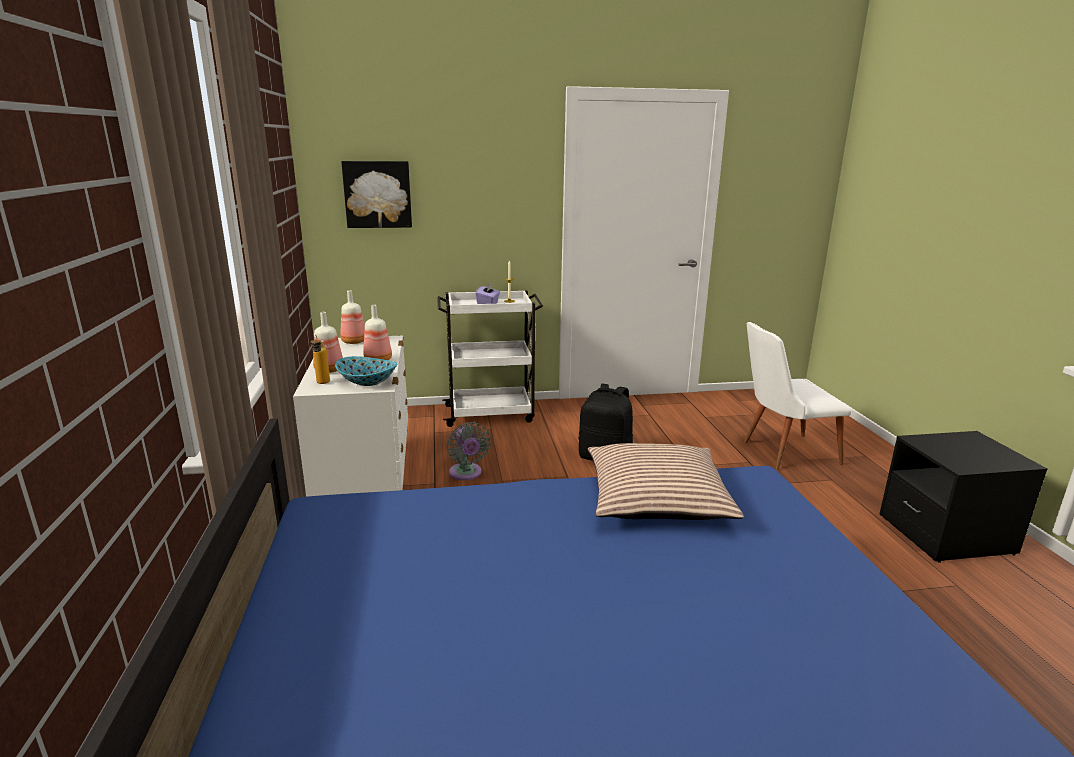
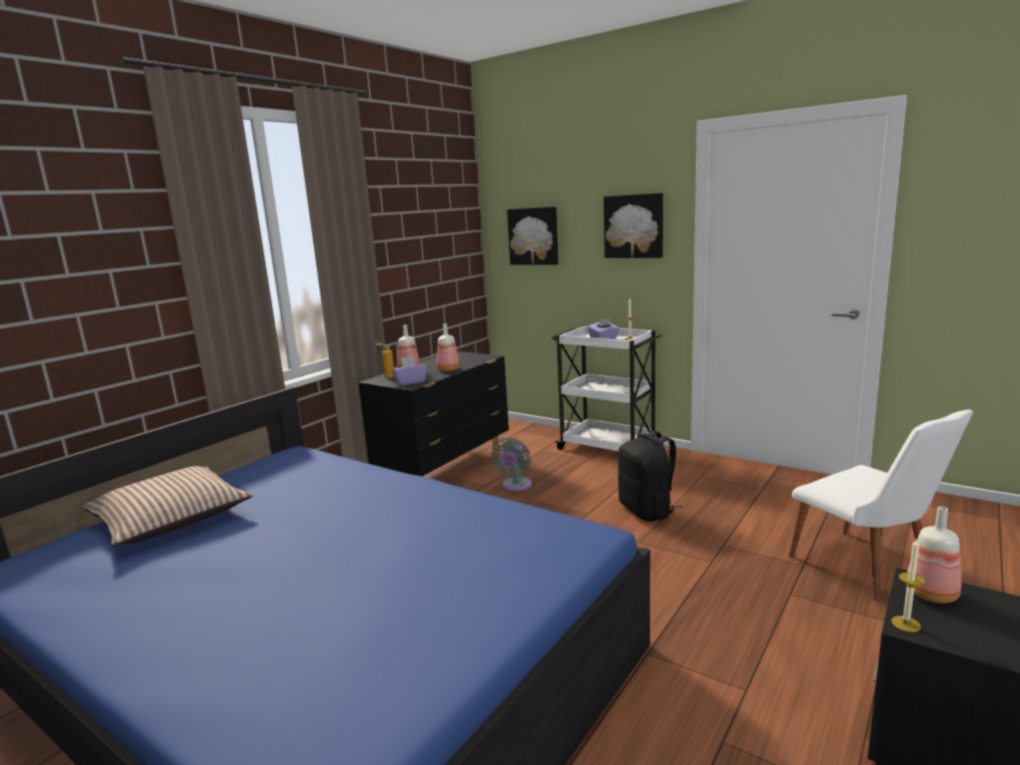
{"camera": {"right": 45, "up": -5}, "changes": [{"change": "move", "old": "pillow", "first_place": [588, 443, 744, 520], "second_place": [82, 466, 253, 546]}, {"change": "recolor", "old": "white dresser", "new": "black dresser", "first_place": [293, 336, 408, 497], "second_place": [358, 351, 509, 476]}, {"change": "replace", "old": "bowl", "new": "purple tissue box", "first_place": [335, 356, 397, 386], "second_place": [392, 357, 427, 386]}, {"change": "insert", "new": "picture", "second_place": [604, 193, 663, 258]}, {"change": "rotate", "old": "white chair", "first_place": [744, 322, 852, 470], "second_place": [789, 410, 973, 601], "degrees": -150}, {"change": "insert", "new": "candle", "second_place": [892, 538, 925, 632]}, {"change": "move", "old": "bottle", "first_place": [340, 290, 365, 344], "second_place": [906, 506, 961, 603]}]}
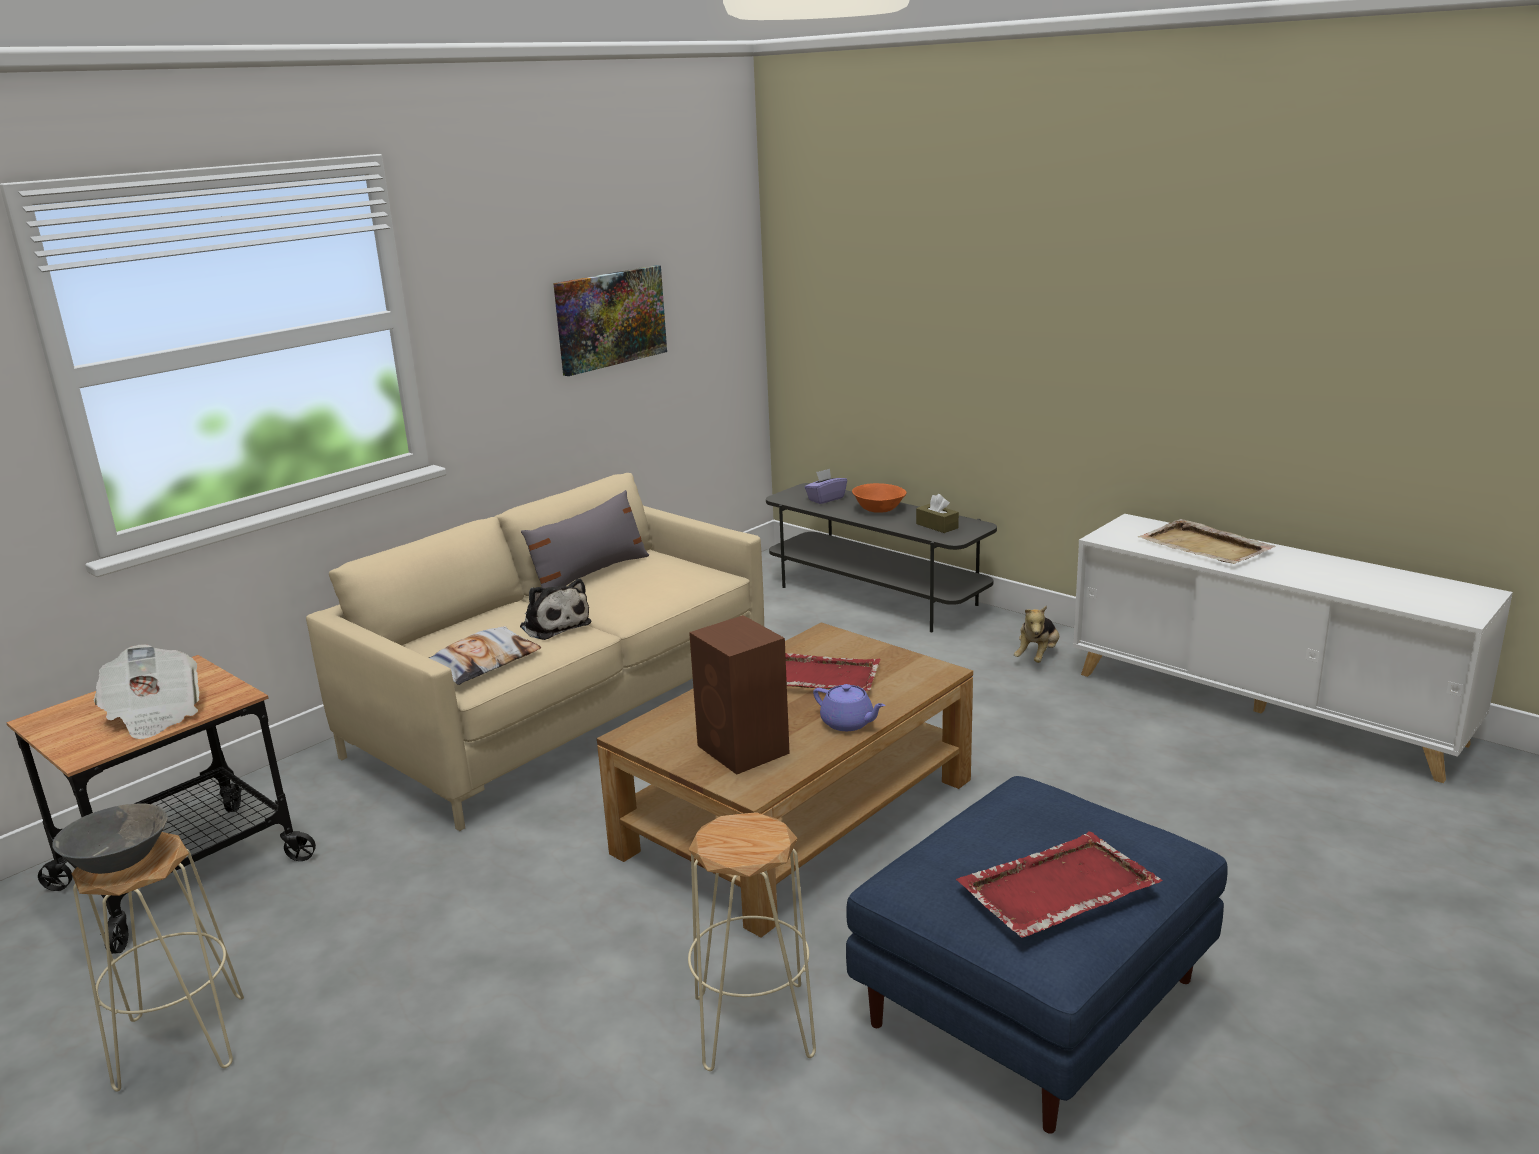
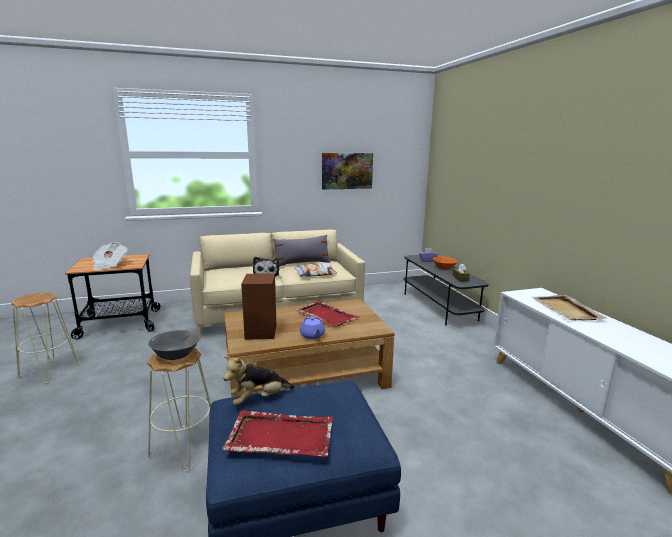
{"camera": {"right": 30, "up": -5}, "changes": [{"change": "move", "old": "grey bowl", "first_place": [52, 803, 168, 874], "second_place": [148, 330, 200, 360]}, {"change": "move", "old": "plush toy", "first_place": [1014, 606, 1059, 663], "second_place": [223, 356, 295, 405]}, {"change": "move", "old": "pillow", "first_place": [429, 626, 541, 685], "second_place": [295, 263, 337, 277]}]}
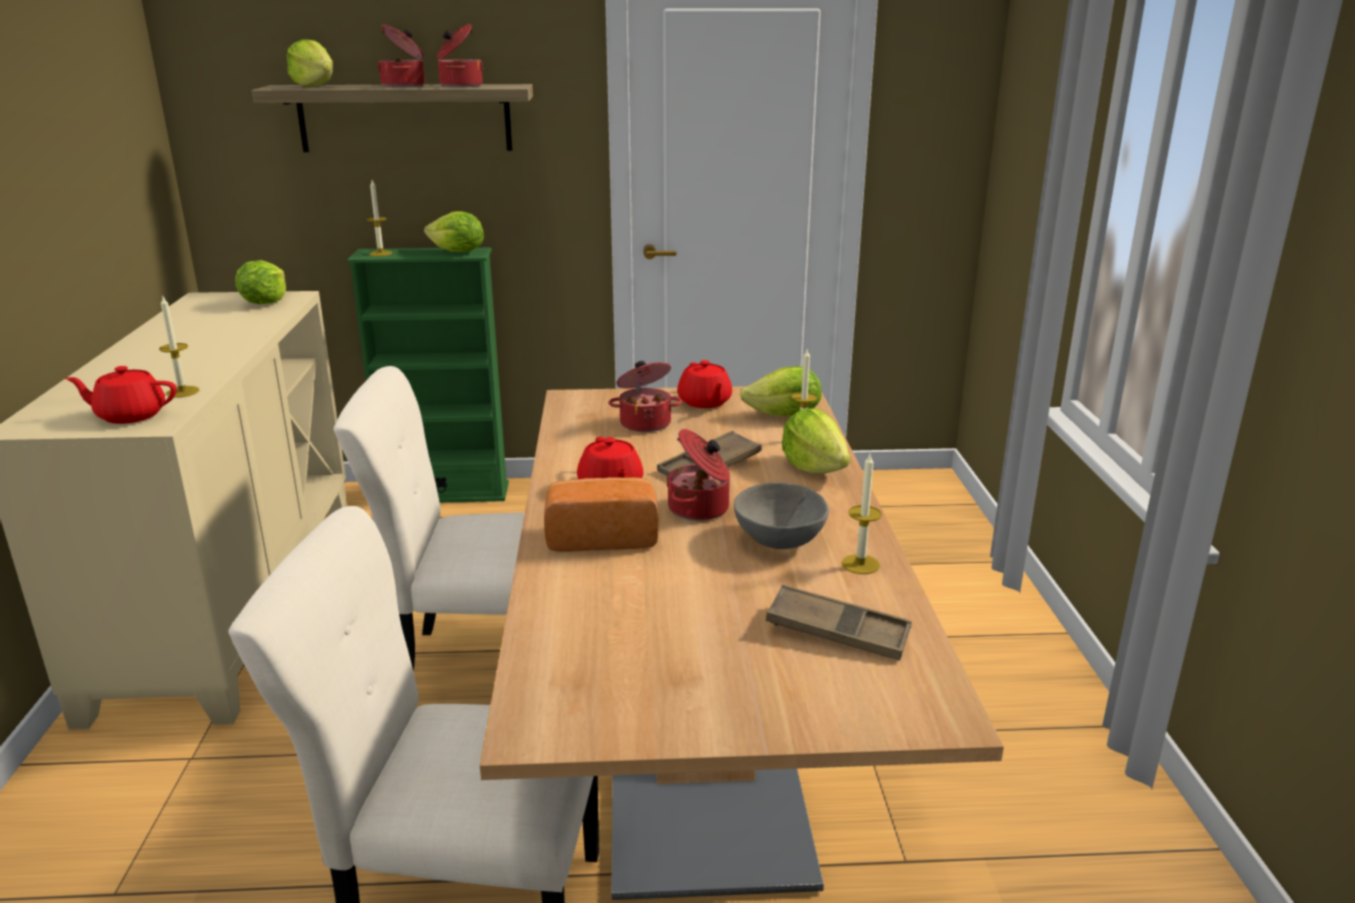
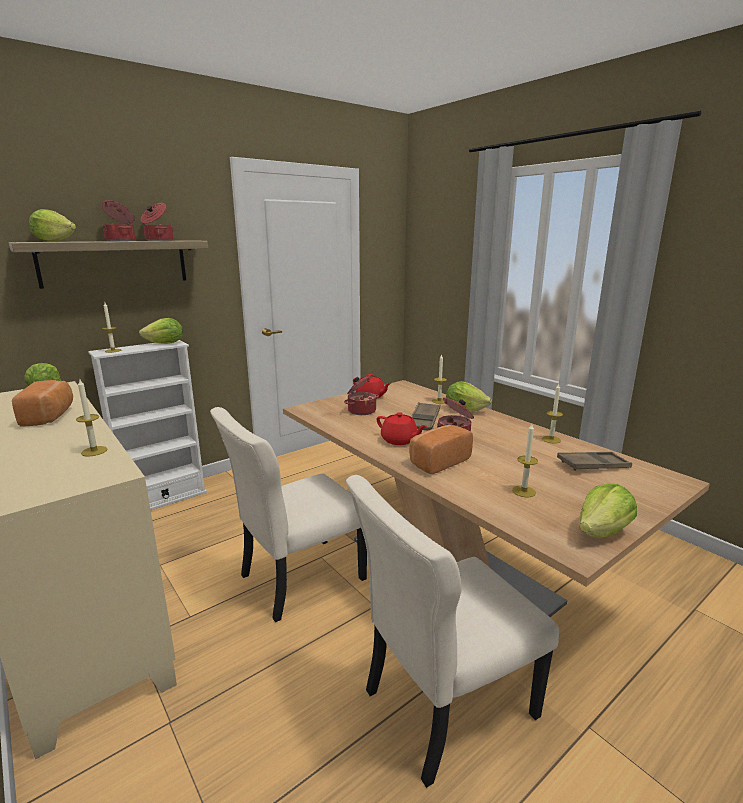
{"camera": {"right": -35, "up": -5}, "changes": [{"change": "insert", "new": "bread", "second_place": [12, 380, 73, 426]}, {"change": "recolor", "old": "green bookcase", "new": "white bookcase", "first_place": [347, 247, 509, 503], "second_place": [88, 340, 207, 510]}, {"change": "insert", "new": "candle", "second_place": [512, 424, 538, 497]}, {"change": "move", "old": "lettuce", "first_place": [740, 366, 822, 417], "second_place": [579, 484, 637, 538]}, {"change": "delete", "old": "red teapot", "first_place": [65, 366, 177, 424]}, {"change": "delete", "old": "grey bowl", "first_place": [734, 482, 829, 549]}]}
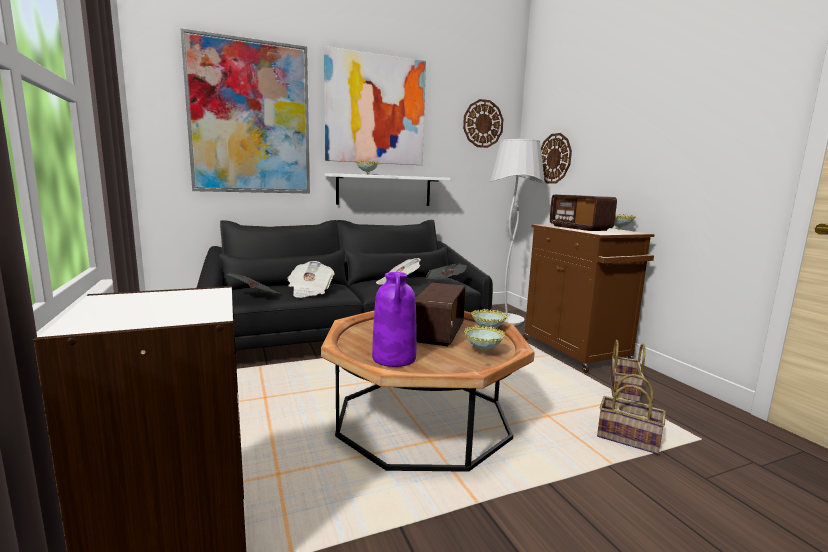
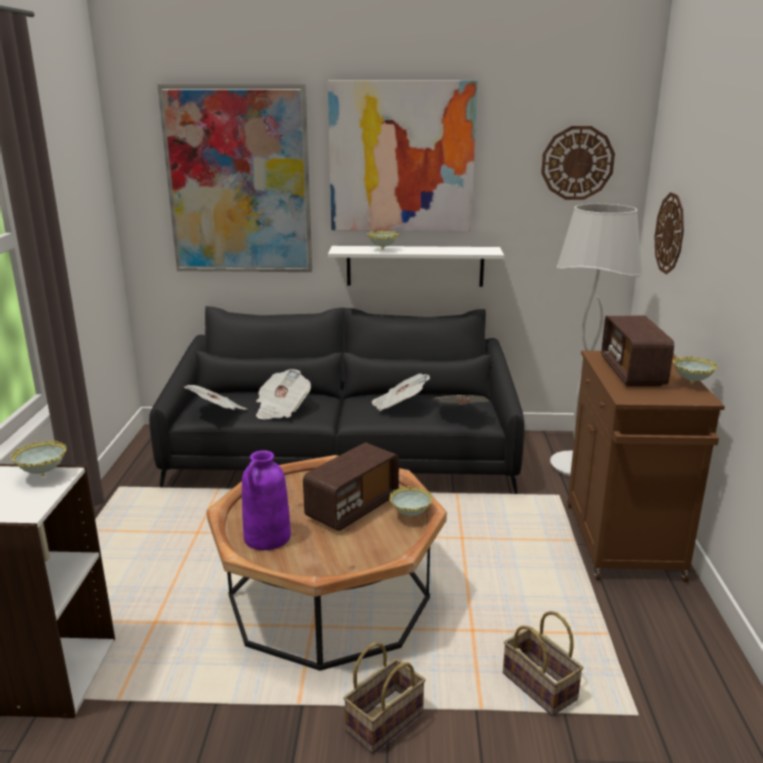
{"camera": {"right": 25, "up": 10}, "changes": [{"change": "move", "old": "bowl", "first_place": [464, 325, 505, 353], "second_place": [11, 440, 67, 476]}, {"change": "move", "old": "basket", "first_place": [610, 340, 645, 402], "second_place": [343, 642, 425, 754]}]}
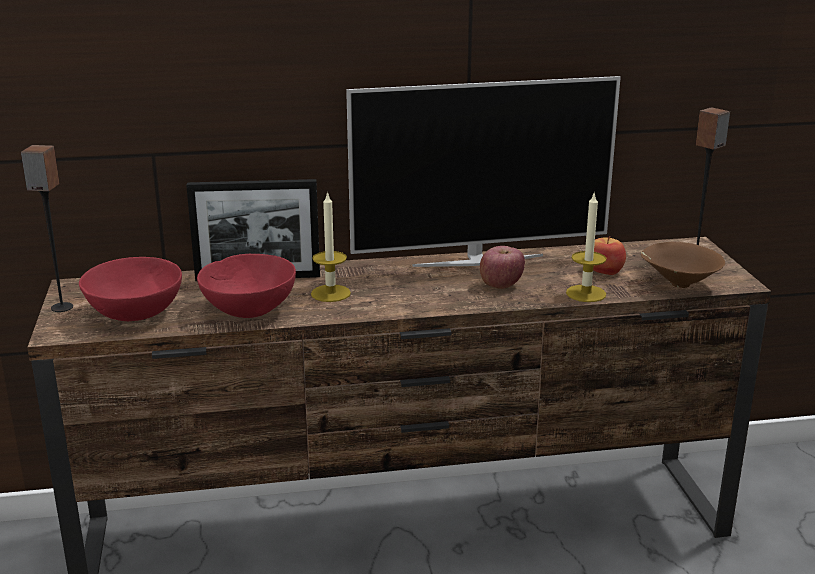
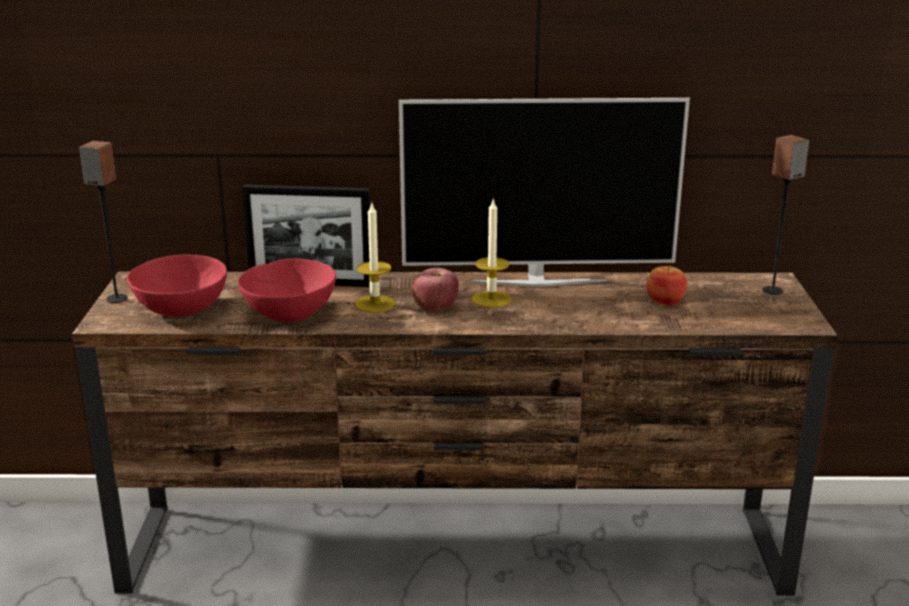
{"camera": {"right": 10, "up": 0}, "changes": [{"change": "move", "old": "apple", "first_place": [480, 246, 525, 289], "second_place": [412, 268, 459, 312]}, {"change": "move", "old": "candle", "first_place": [566, 194, 606, 302], "second_place": [472, 198, 511, 308]}, {"change": "delete", "old": "brown bowl", "first_place": [641, 242, 725, 288]}]}
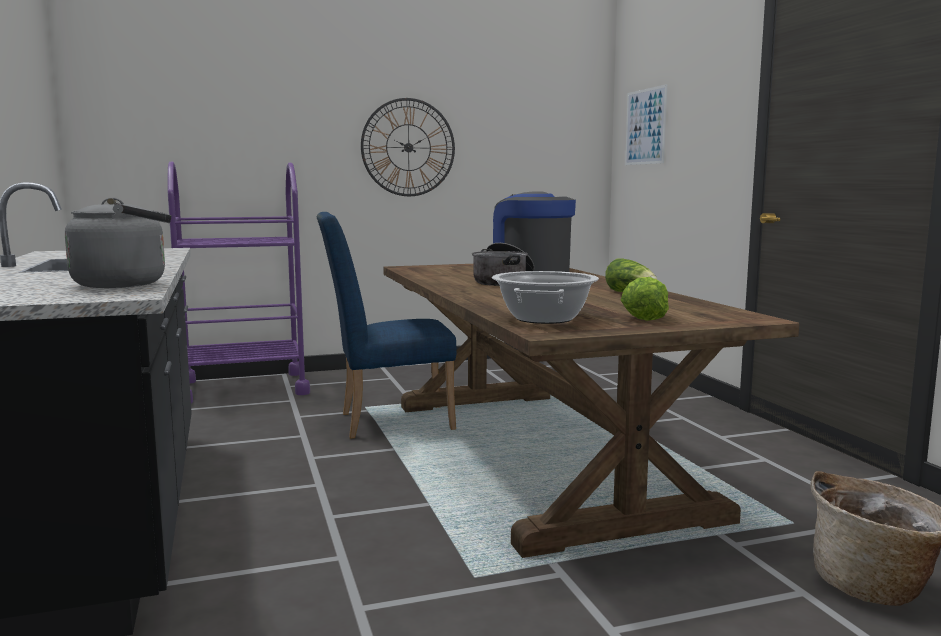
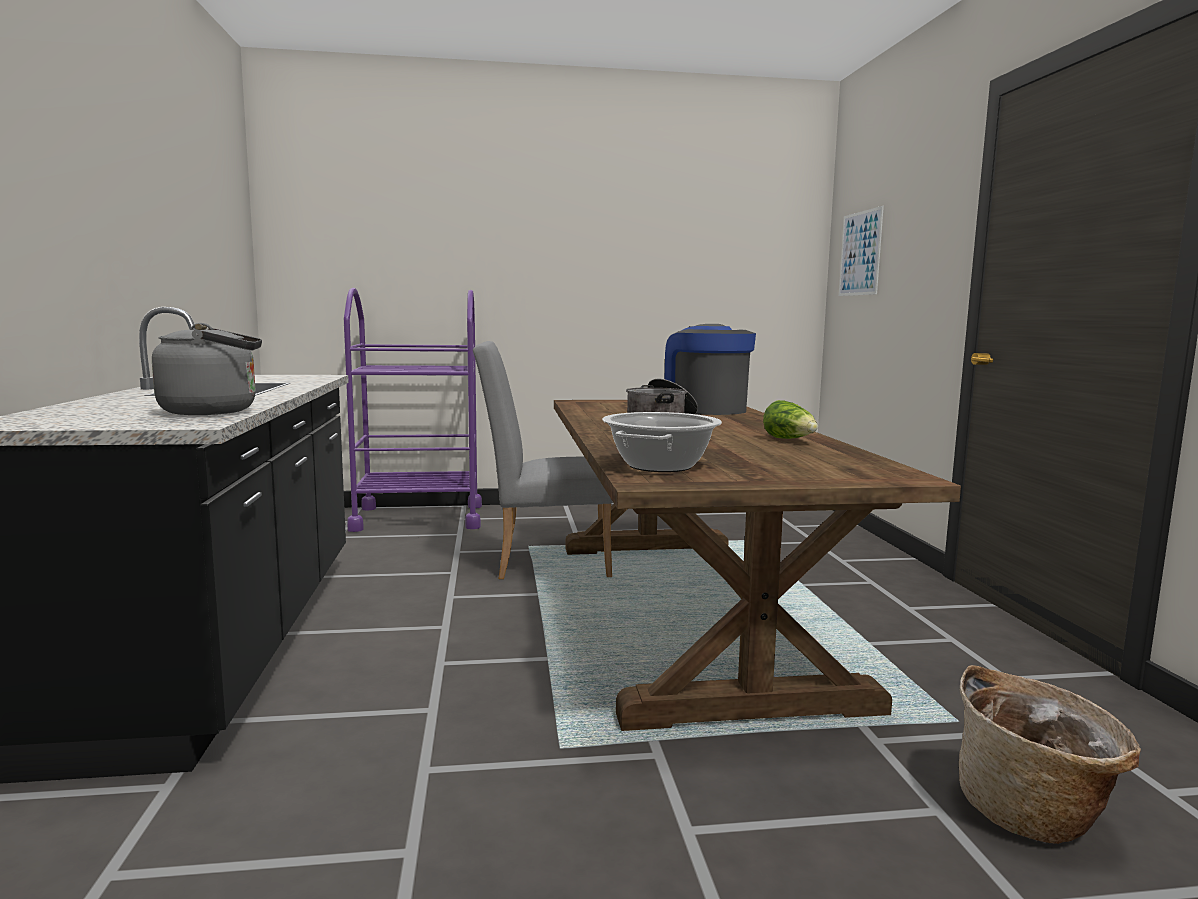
{"camera": {"right": 10, "up": 0}, "changes": [{"change": "recolor", "old": "blue chair", "new": "grey chair", "first_place": [316, 212, 456, 439], "second_place": [473, 341, 613, 579]}, {"change": "delete", "old": "wall clock", "first_place": [361, 98, 455, 196]}, {"change": "delete", "old": "lettuce", "first_place": [621, 277, 669, 321]}]}
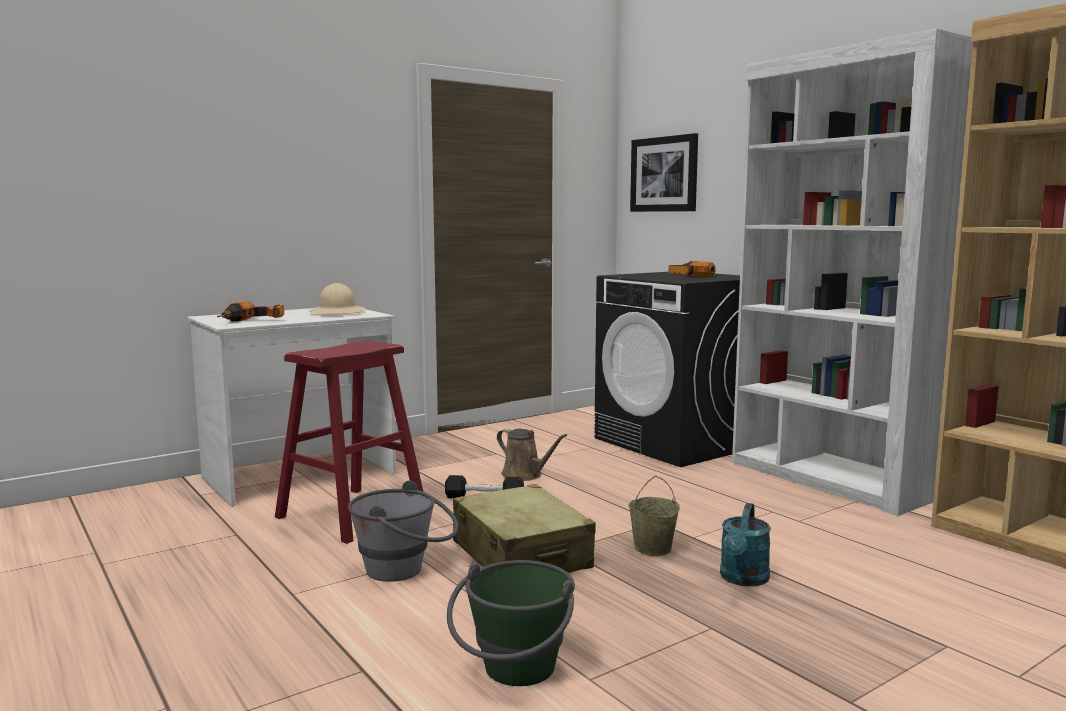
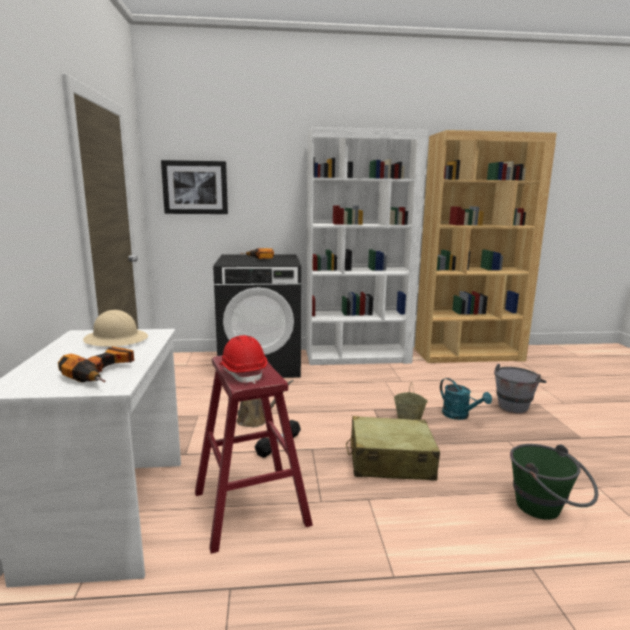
{"camera": {"right": -60, "up": 5}, "changes": [{"change": "insert", "new": "red hard hat", "second_place": [220, 335, 267, 384]}, {"change": "move", "old": "grey bucket", "first_place": [348, 481, 459, 582], "second_place": [494, 364, 547, 414]}]}
